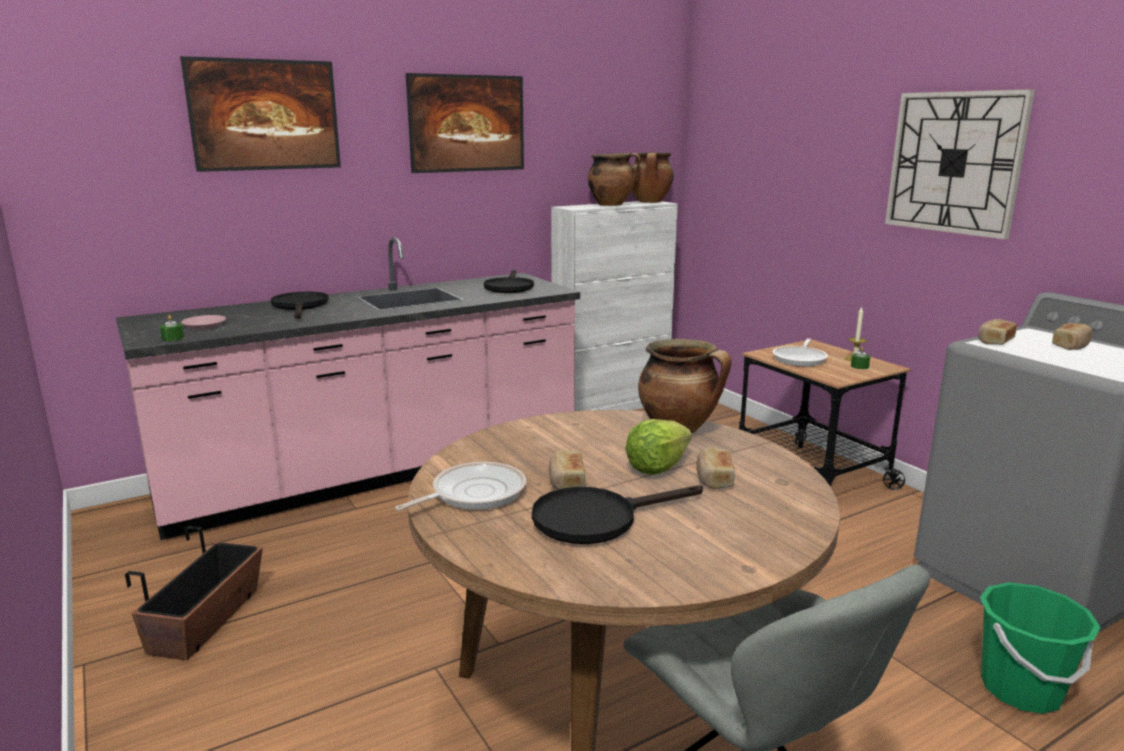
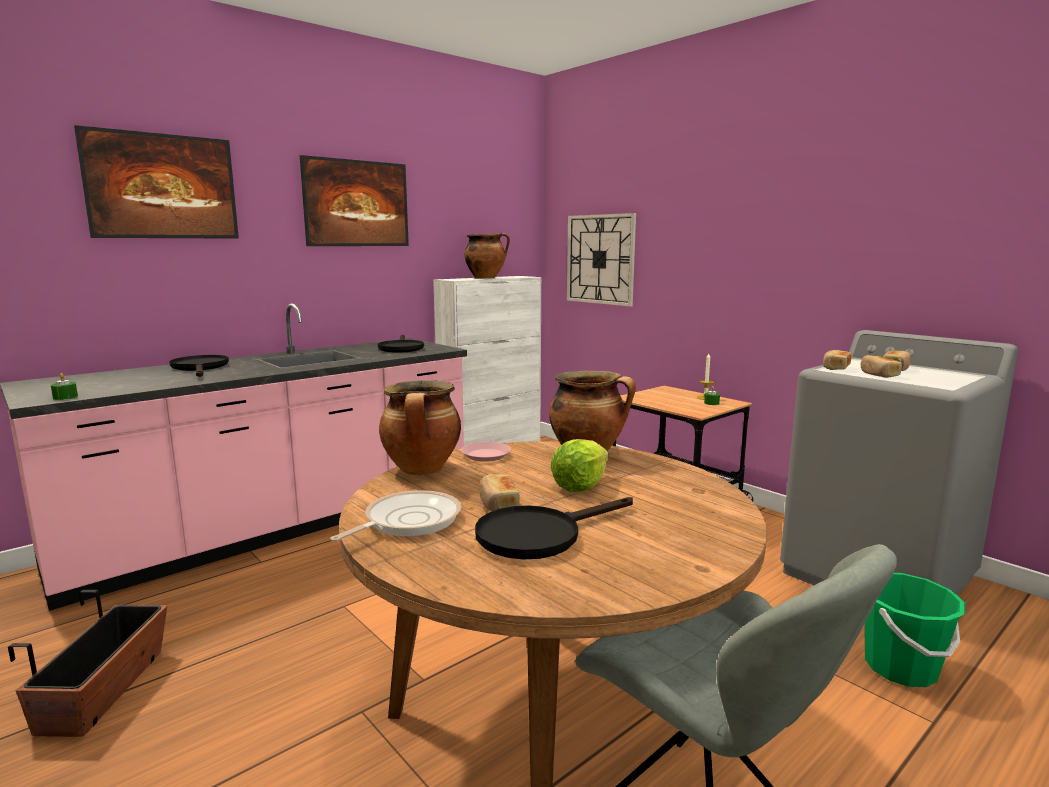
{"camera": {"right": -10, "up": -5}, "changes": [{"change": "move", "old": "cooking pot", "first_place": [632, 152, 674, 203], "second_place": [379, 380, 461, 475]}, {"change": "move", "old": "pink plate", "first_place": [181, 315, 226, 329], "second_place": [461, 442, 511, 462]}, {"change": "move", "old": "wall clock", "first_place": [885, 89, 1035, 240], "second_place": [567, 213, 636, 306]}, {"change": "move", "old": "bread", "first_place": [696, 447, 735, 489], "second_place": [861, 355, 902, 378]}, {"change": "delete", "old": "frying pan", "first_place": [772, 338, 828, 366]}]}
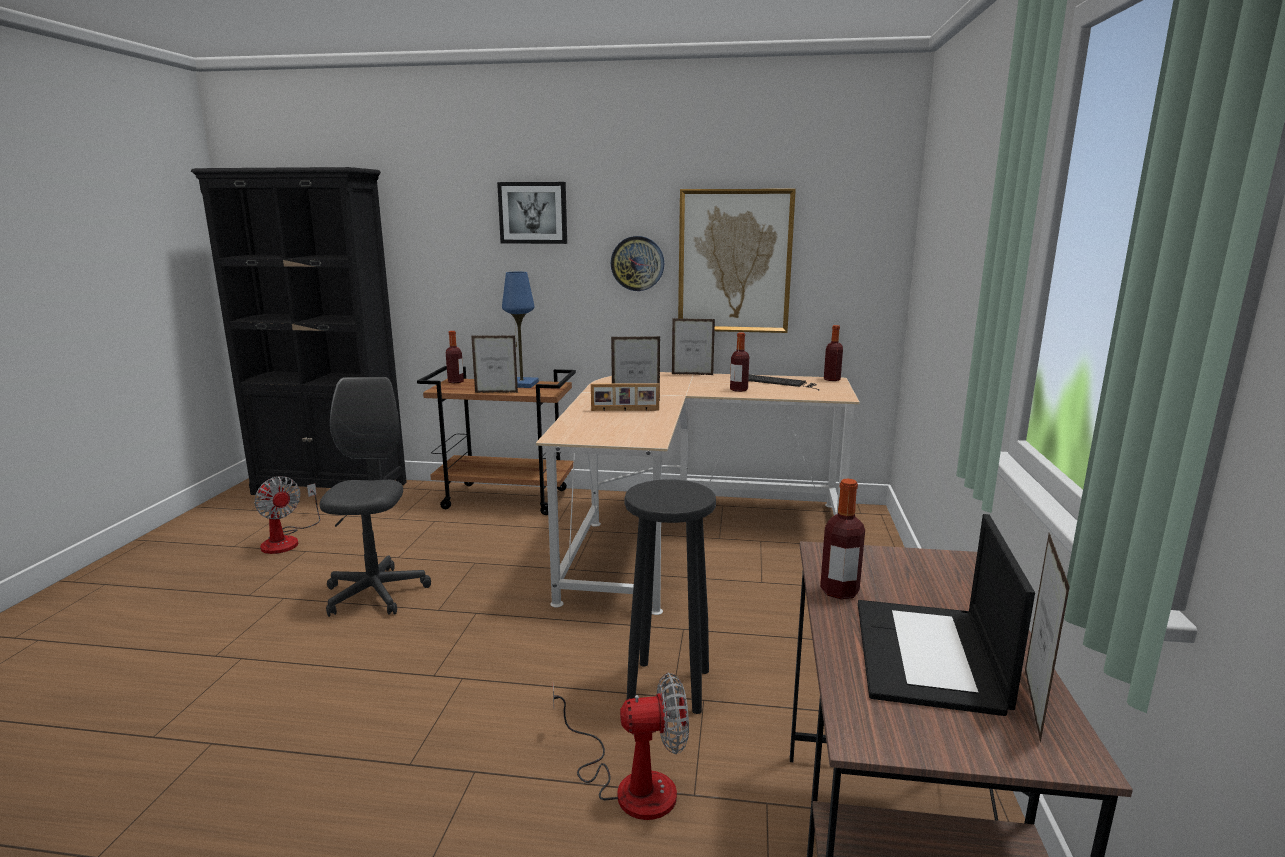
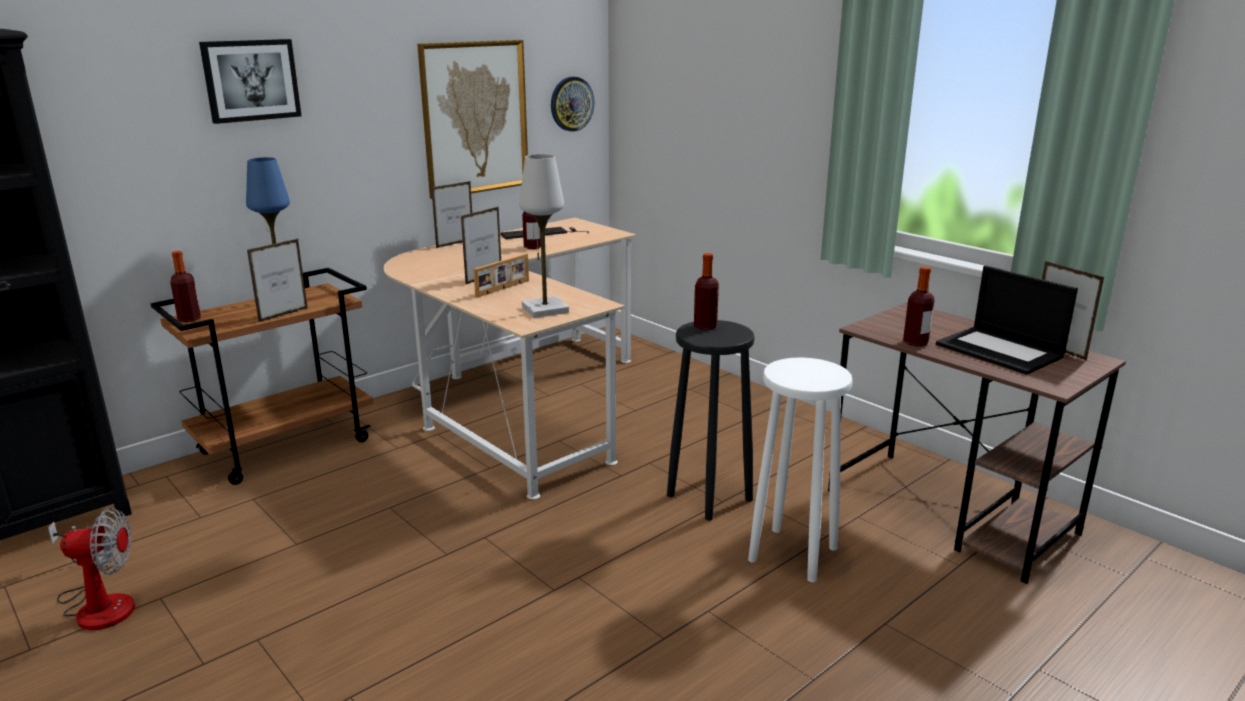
{"camera": {"right": -50, "up": 5}, "changes": [{"change": "insert", "new": "white table lamp", "second_place": [519, 154, 569, 318]}, {"change": "move", "old": "wall clock", "first_place": [611, 236, 664, 291], "second_place": [551, 77, 595, 132]}, {"change": "move", "old": "bottle", "first_place": [824, 325, 843, 381], "second_place": [694, 253, 719, 330]}, {"change": "replace", "old": "fan", "new": "white stool", "first_place": [553, 673, 689, 820], "second_place": [748, 357, 853, 582]}, {"change": "delete", "old": "grey office chair", "first_place": [320, 377, 431, 617]}]}
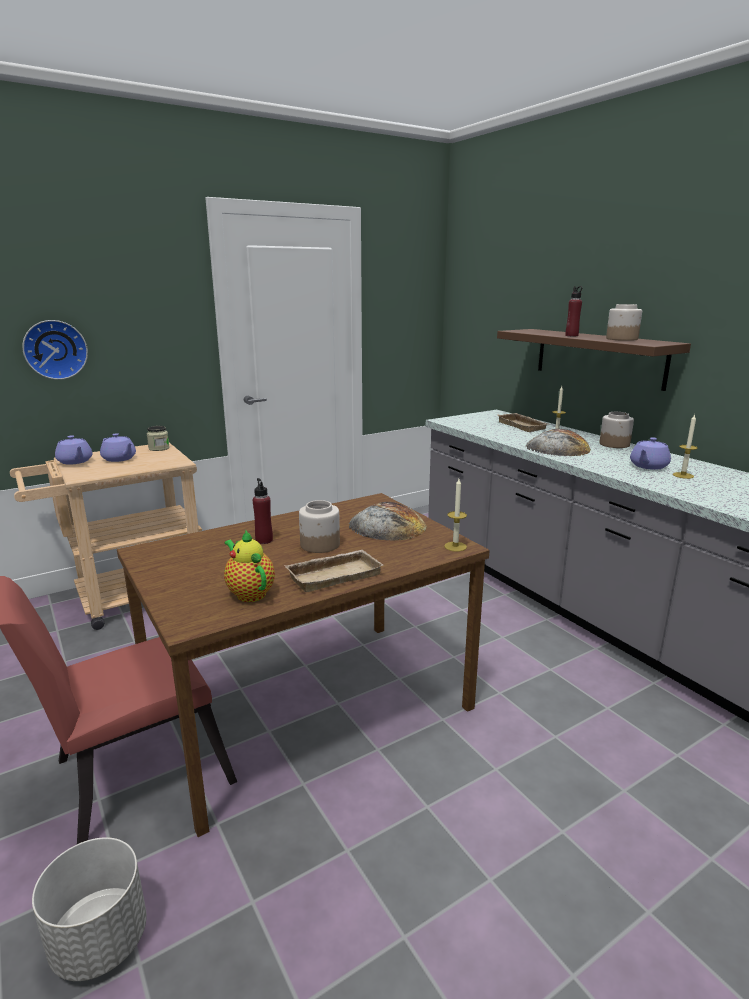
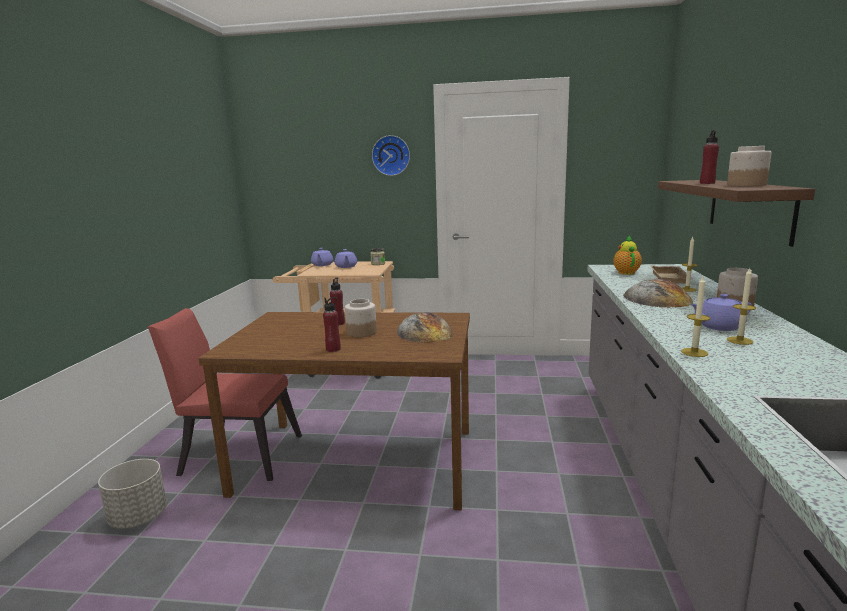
{"camera": {"right": 40, "up": -5}, "changes": [{"change": "replace", "old": "beige tray", "new": "red bottle", "first_place": [284, 550, 384, 592], "second_place": [323, 297, 341, 352]}, {"change": "move", "old": "wall clock", "first_place": [22, 320, 88, 380], "second_place": [372, 135, 410, 176]}, {"change": "move", "old": "teapot", "first_place": [224, 530, 275, 602], "second_place": [613, 236, 642, 275]}, {"change": "move", "old": "candle", "first_place": [444, 479, 467, 552], "second_place": [681, 277, 710, 357]}]}
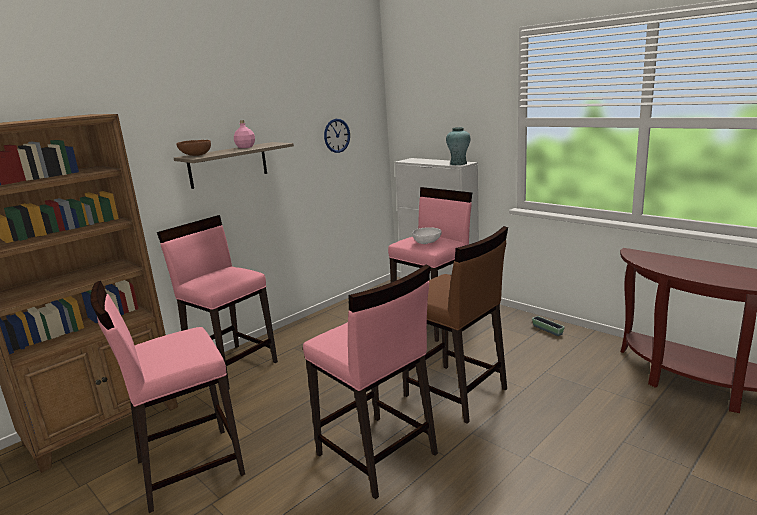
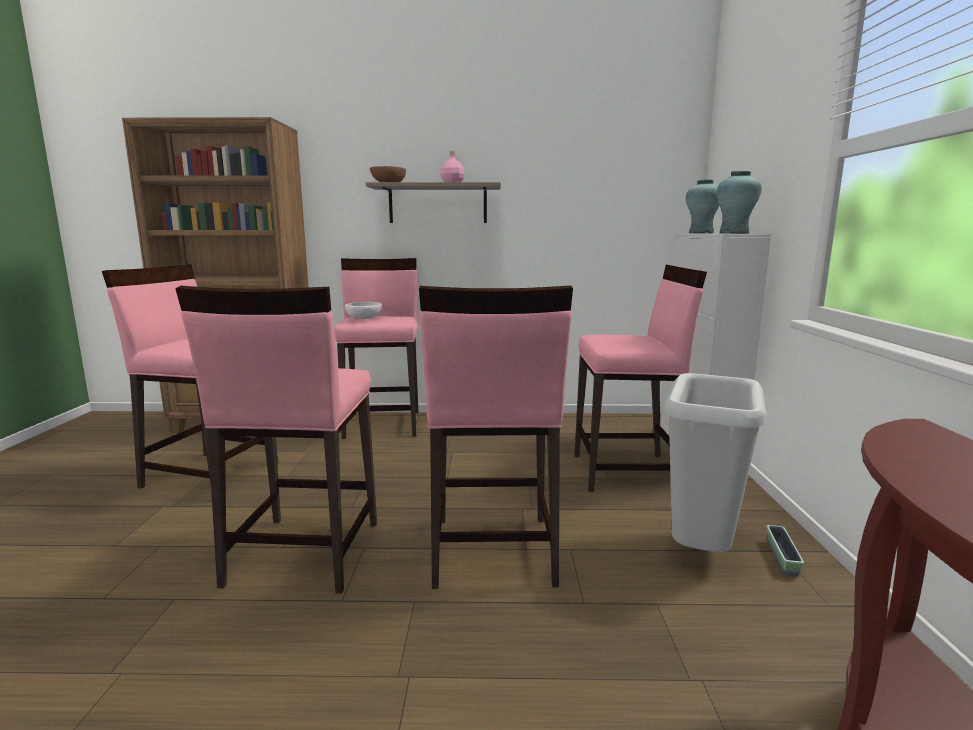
{"camera": {"right": 45, "up": -5}, "changes": [{"change": "move", "old": "white bowl", "first_place": [412, 227, 442, 244], "second_place": [345, 302, 382, 319]}, {"change": "recolor", "old": "brown stool", "new": "pink stool", "first_place": [403, 226, 508, 424], "second_place": [419, 285, 573, 589]}, {"change": "insert", "new": "grey trash can", "second_place": [664, 373, 766, 553]}, {"change": "insert", "new": "turquoise vase", "second_place": [686, 179, 720, 233]}, {"change": "delete", "old": "wall clock", "first_place": [324, 119, 350, 153]}]}
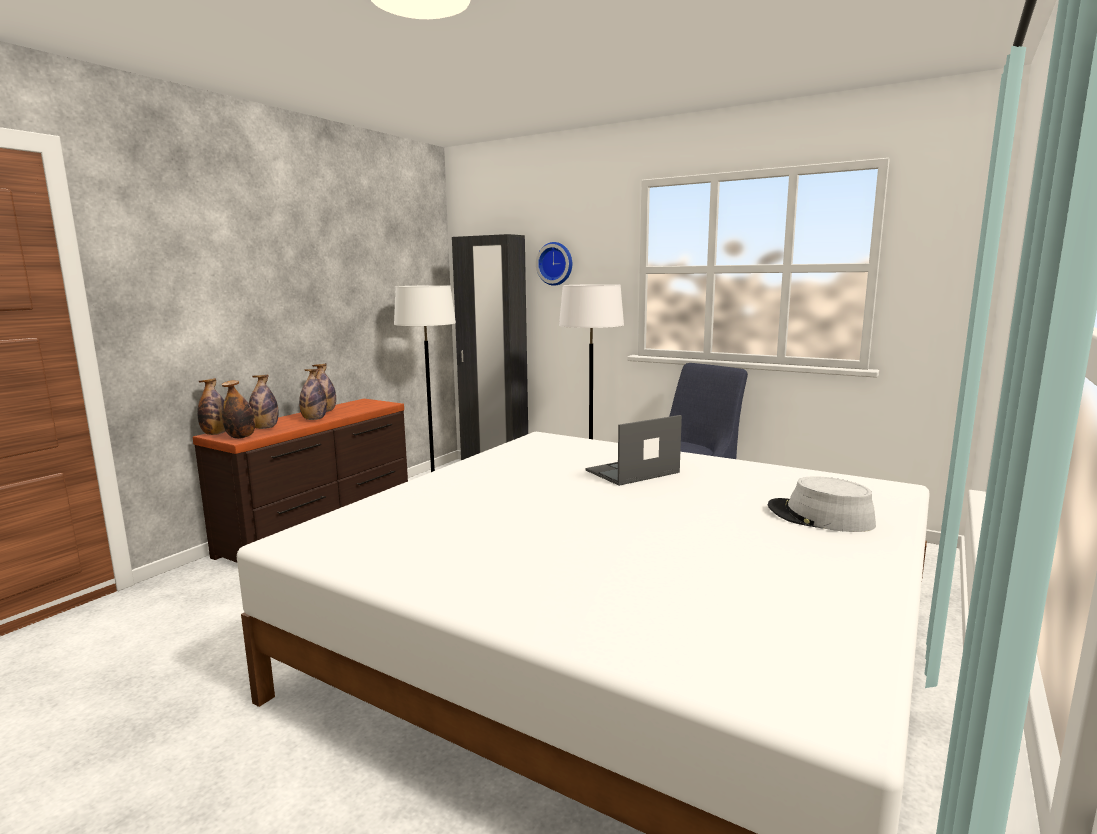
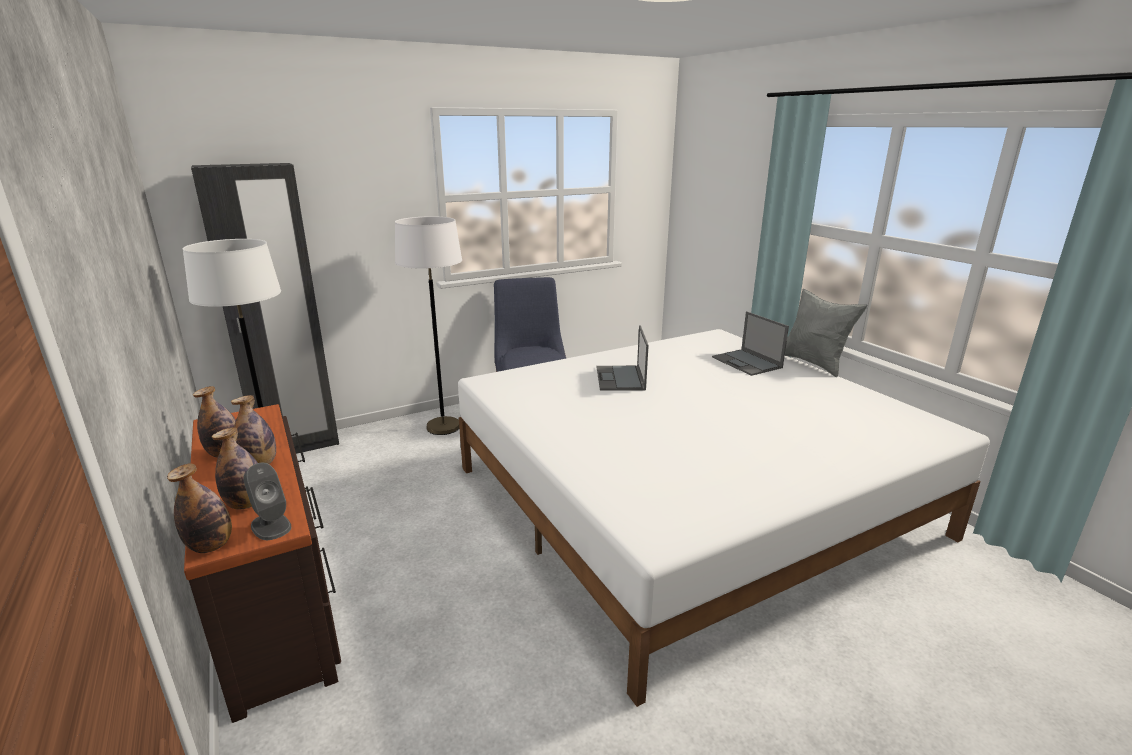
{"camera": {"right": -60, "up": 10}, "changes": [{"change": "replace", "old": "bottle", "new": "grey speaker", "first_place": [222, 380, 255, 439], "second_place": [244, 463, 291, 540]}, {"change": "replace", "old": "grey hat", "new": "laptop", "first_place": [768, 476, 876, 532], "second_place": [712, 311, 789, 376]}, {"change": "insert", "new": "grey pillow", "second_place": [785, 289, 867, 377]}, {"change": "delete", "old": "wall clock", "first_place": [536, 242, 572, 286]}]}
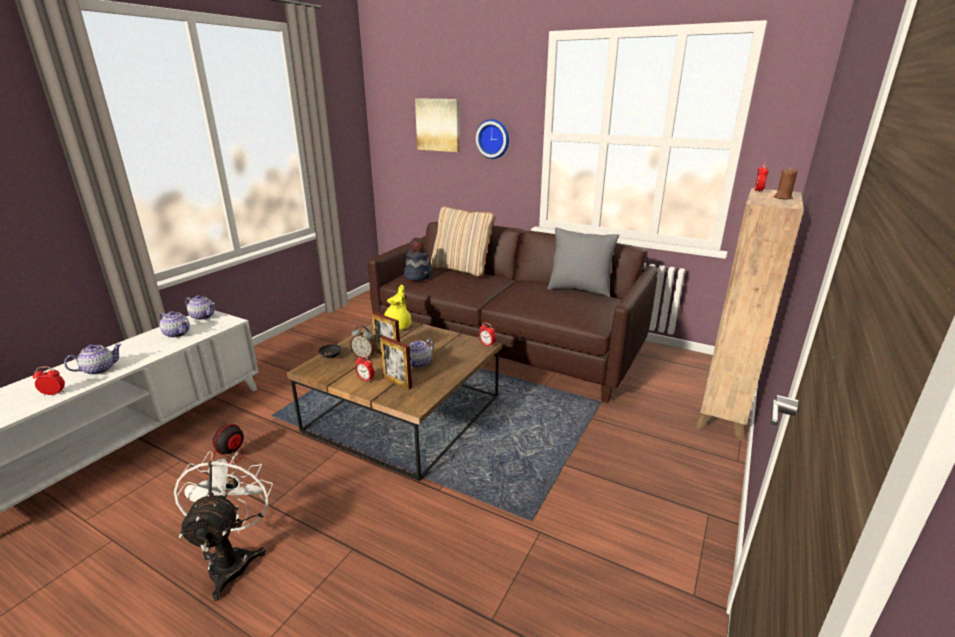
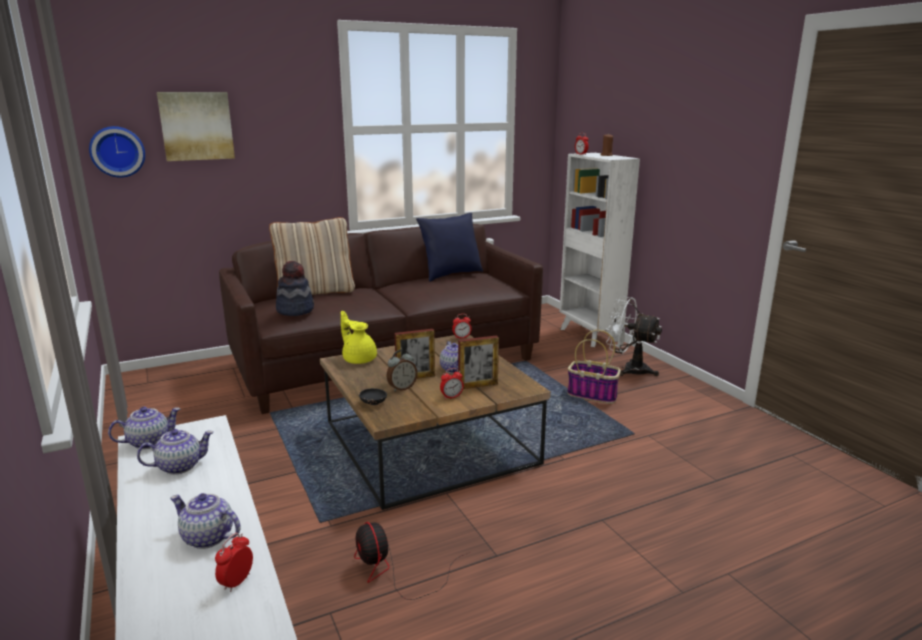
{"camera": {"right": -55, "up": -5}, "changes": [{"change": "move", "old": "wall clock", "first_place": [476, 119, 509, 159], "second_place": [89, 126, 145, 178]}, {"change": "rotate", "old": "teapot", "first_place": [64, 343, 122, 375], "second_place": [170, 493, 241, 549], "degrees": -60}, {"change": "recolor", "old": "grey pillow", "new": "blue pillow", "first_place": [547, 227, 619, 298], "second_place": [416, 213, 483, 282]}, {"change": "recolor", "old": "brown bookcase", "new": "white bookcase", "first_place": [695, 188, 804, 441], "second_place": [560, 153, 640, 347]}, {"change": "insert", "new": "basket", "second_place": [568, 330, 621, 404]}, {"change": "move", "old": "white fan", "first_place": [174, 451, 273, 601], "second_place": [606, 296, 662, 376]}]}
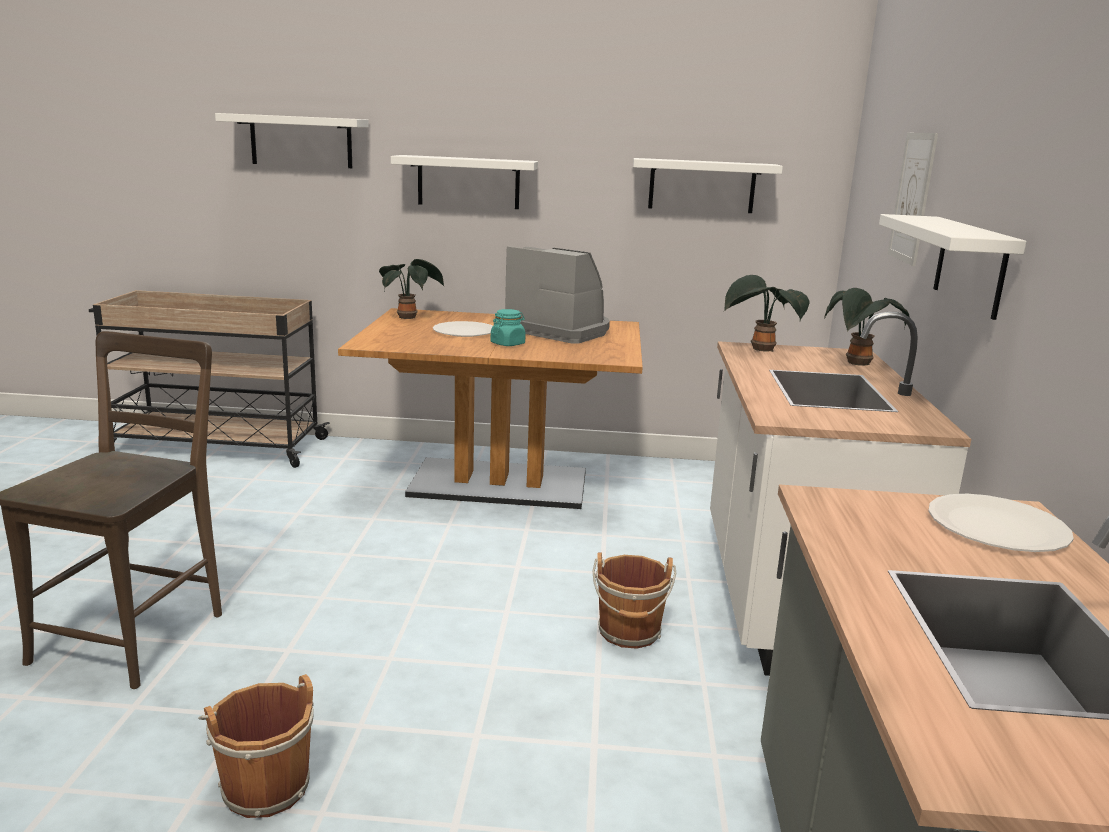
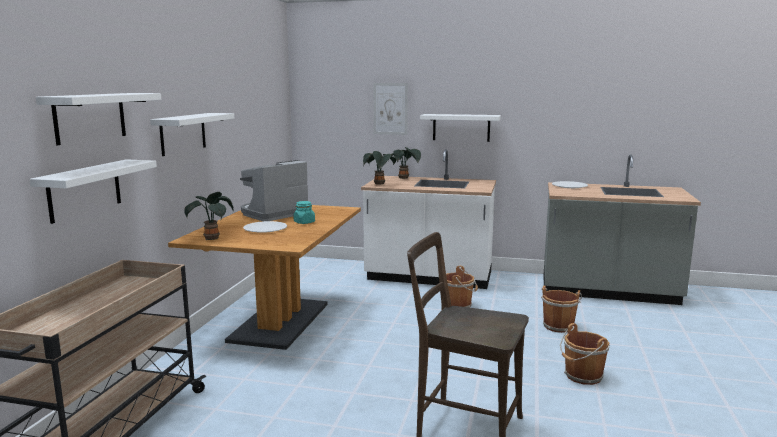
{"camera": {"right": -80, "up": -5}, "changes": [{"change": "move", "old": "white shelf", "first_place": [633, 158, 783, 213], "second_place": [29, 159, 157, 224]}, {"change": "insert", "new": "brown bucket", "second_place": [541, 286, 582, 333]}]}
